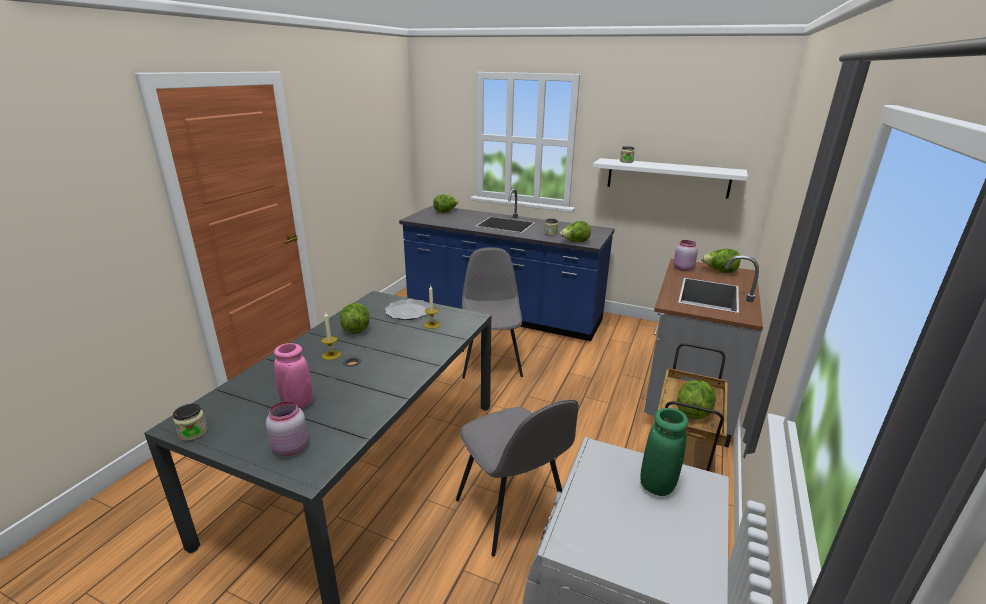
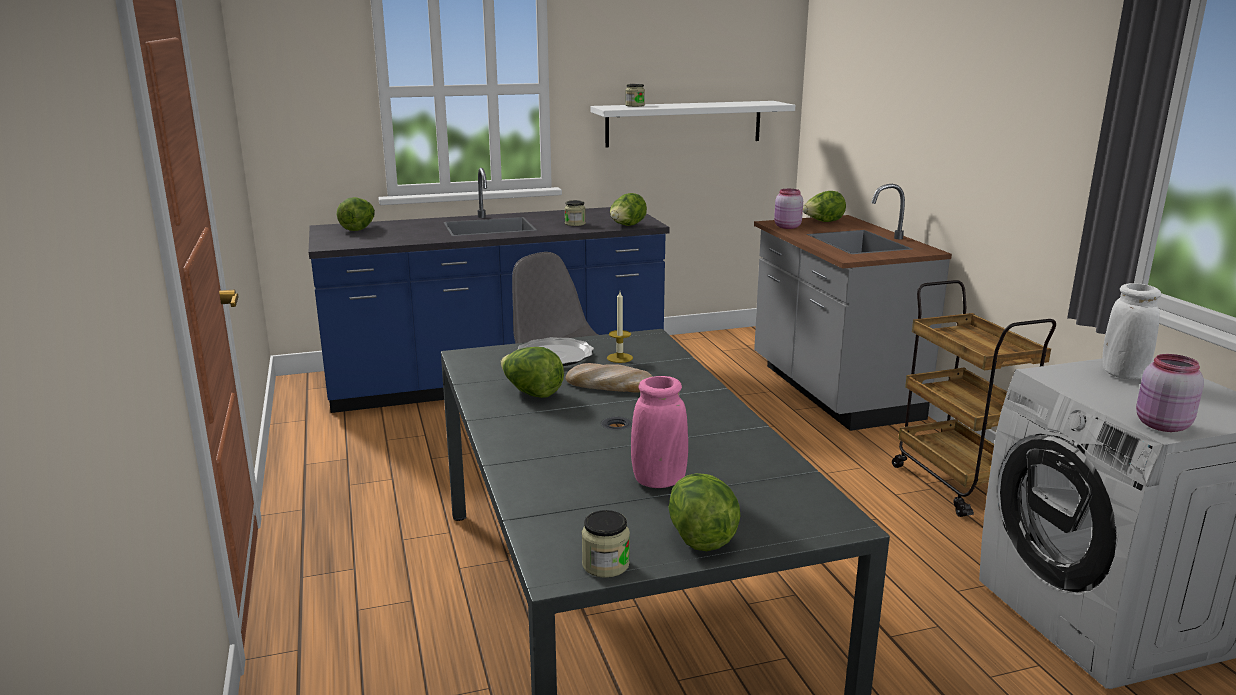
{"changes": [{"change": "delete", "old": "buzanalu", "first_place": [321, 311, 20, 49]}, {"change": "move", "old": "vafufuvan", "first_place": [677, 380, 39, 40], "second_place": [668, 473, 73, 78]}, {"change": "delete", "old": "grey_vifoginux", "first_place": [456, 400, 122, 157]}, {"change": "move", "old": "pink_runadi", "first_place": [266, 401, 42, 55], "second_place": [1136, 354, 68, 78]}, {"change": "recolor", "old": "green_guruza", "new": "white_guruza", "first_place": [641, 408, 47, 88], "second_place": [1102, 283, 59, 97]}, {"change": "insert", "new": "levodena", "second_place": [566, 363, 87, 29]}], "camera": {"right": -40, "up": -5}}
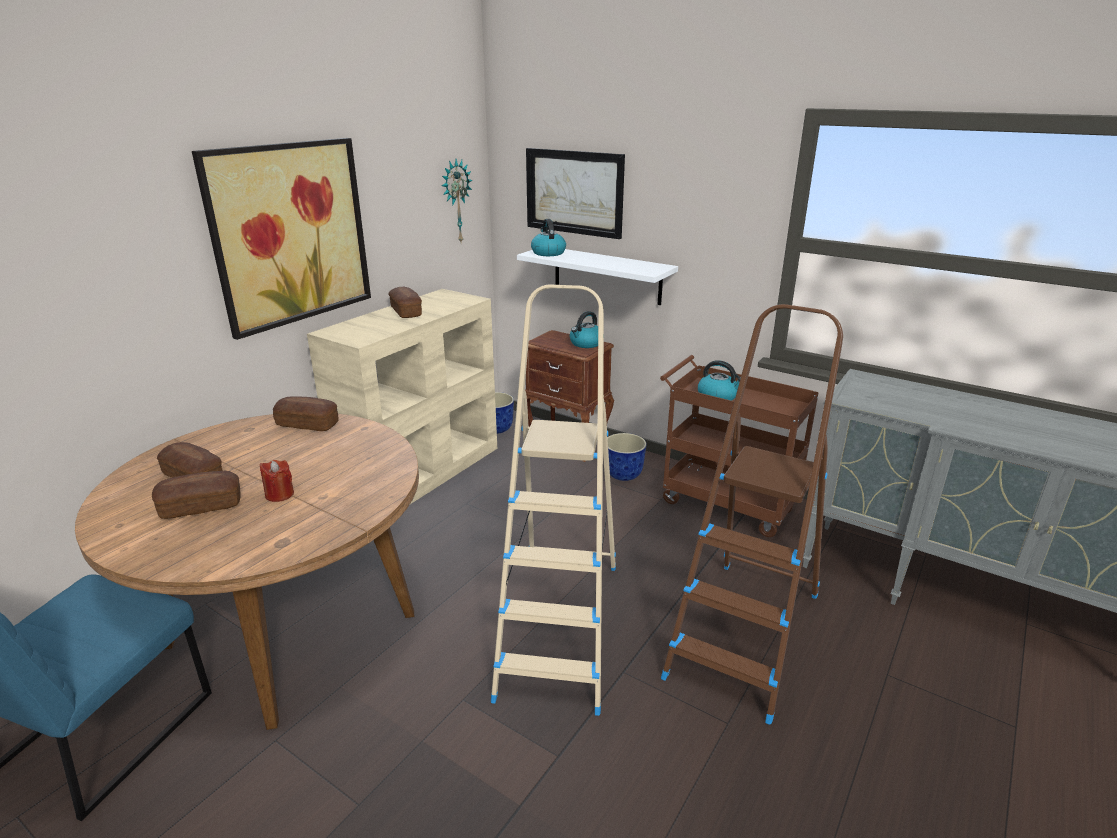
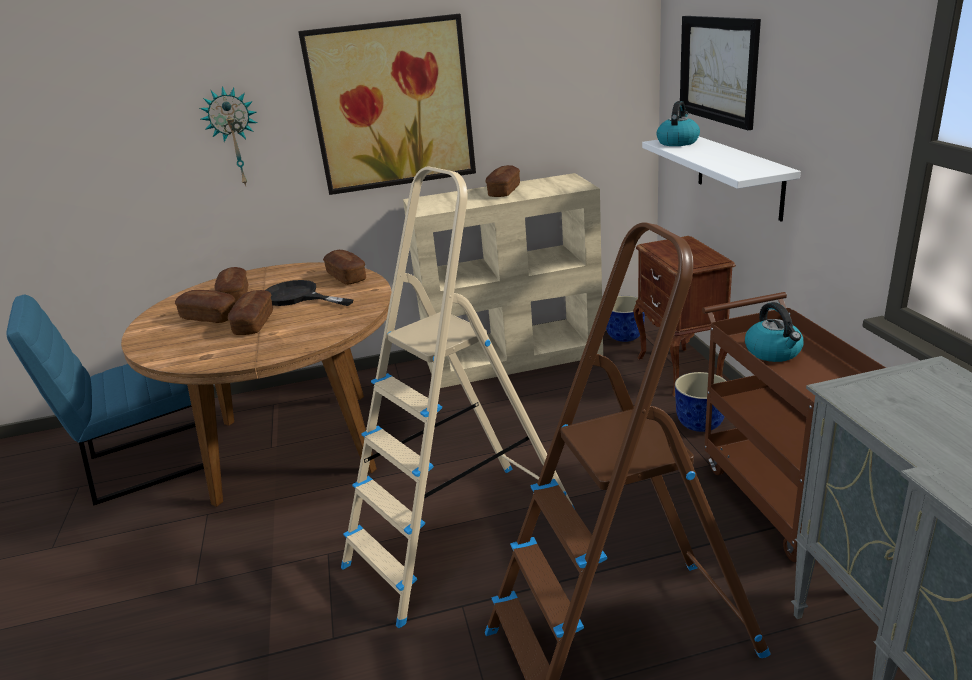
{"changes": [{"change": "move", "old": "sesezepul", "first_place": [442, 159, 31, 83], "second_place": [200, 87, 57, 99]}, {"change": "delete", "old": "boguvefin", "first_place": [570, 311, 28, 37]}, {"change": "replace", "old": "red_buzanalu", "new": "levodena", "first_place": [260, 460, 34, 42], "second_place": [228, 290, 45, 45]}, {"change": "insert", "new": "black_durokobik", "second_place": [266, 280, 88, 26]}], "camera": {"right": 45, "up": 0}}
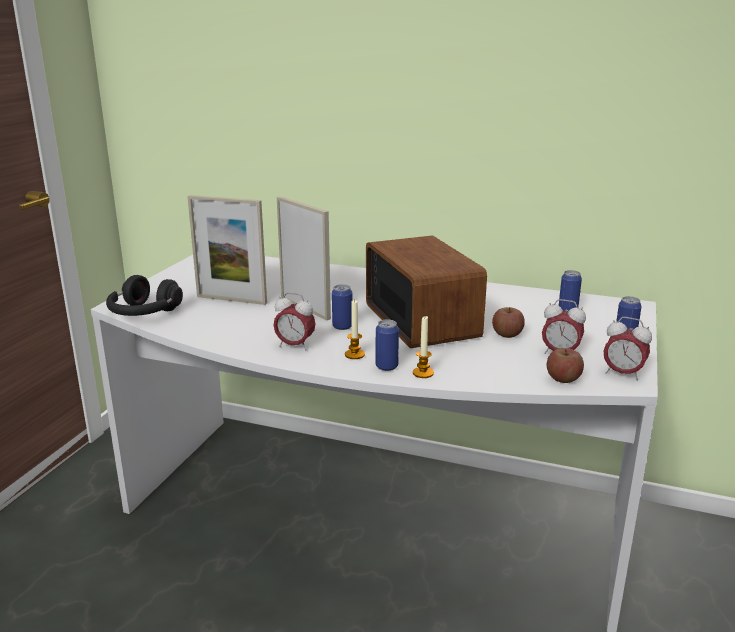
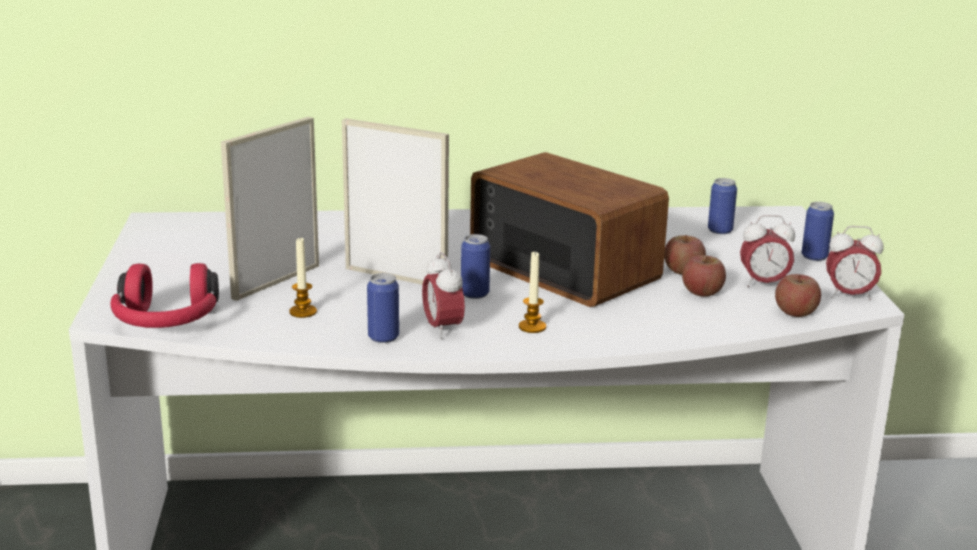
{"changes": [{"change": "rotate", "old": "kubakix", "first_place": [187, 195, 80, 110], "second_place": [221, 117, 98, 184], "degrees": 135}, {"change": "recolor", "old": "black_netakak", "new": "red_netakak", "first_place": [106, 275, 77, 41], "second_place": [110, 263, 109, 65]}, {"change": "rotate", "old": "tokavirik", "first_place": [273, 293, 43, 58], "second_place": [422, 252, 43, 87], "degrees": 75}, {"change": "move", "old": "buzanalu", "first_place": [413, 316, 21, 62], "second_place": [289, 238, 28, 80]}, {"change": "move", "old": "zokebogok", "first_place": [375, 319, 24, 52], "second_place": [367, 273, 32, 70]}, {"change": "insert", "new": "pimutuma", "second_place": [682, 255, 44, 42]}], "camera": {"right": -25, "up": 0}}
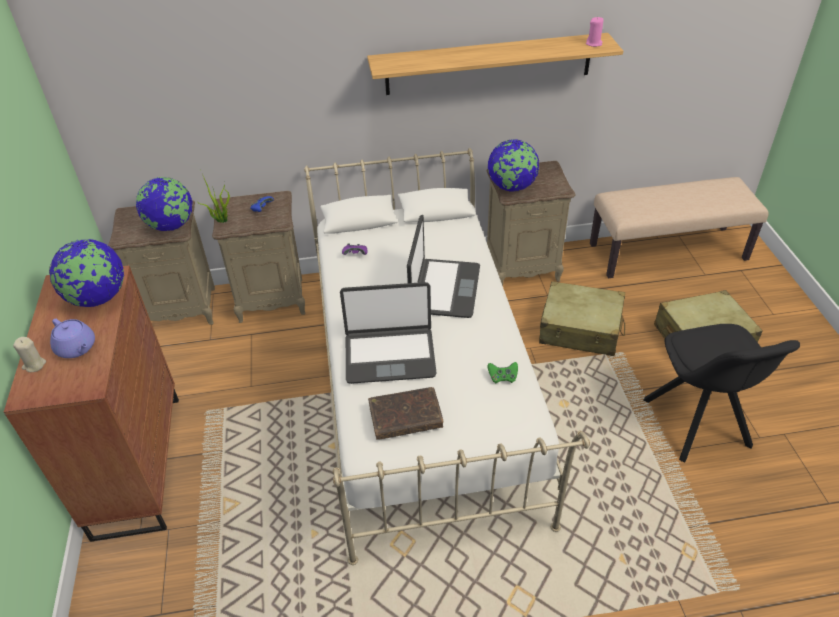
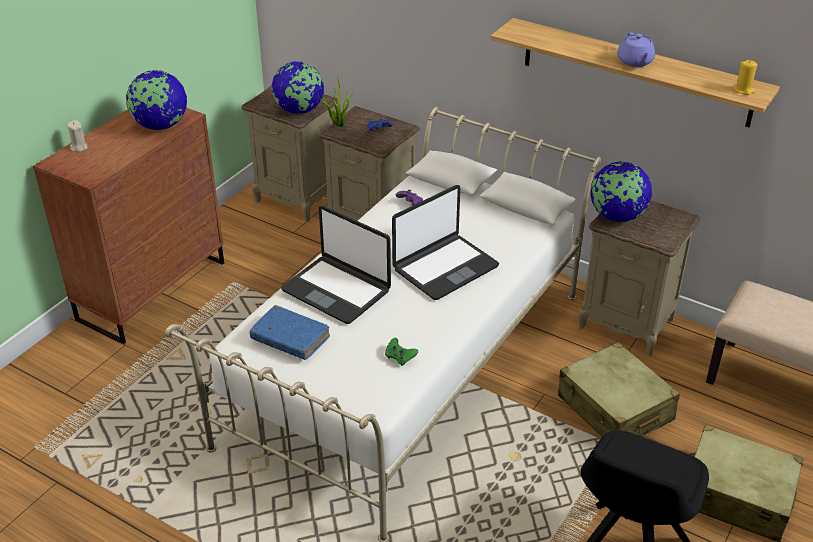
{"changes": [{"change": "recolor", "old": "pink_buzanalu", "new": "yellow_buzanalu", "first_place": [586, 17, 17, 30], "second_place": [733, 60, 25, 35]}, {"change": "move", "old": "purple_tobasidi", "first_place": [50, 319, 45, 39], "second_place": [617, 32, 38, 35]}, {"change": "recolor", "old": "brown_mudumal", "new": "blue_mudumal", "first_place": [368, 387, 75, 53], "second_place": [249, 305, 81, 55]}], "camera": {"right": 40, "up": -5}}
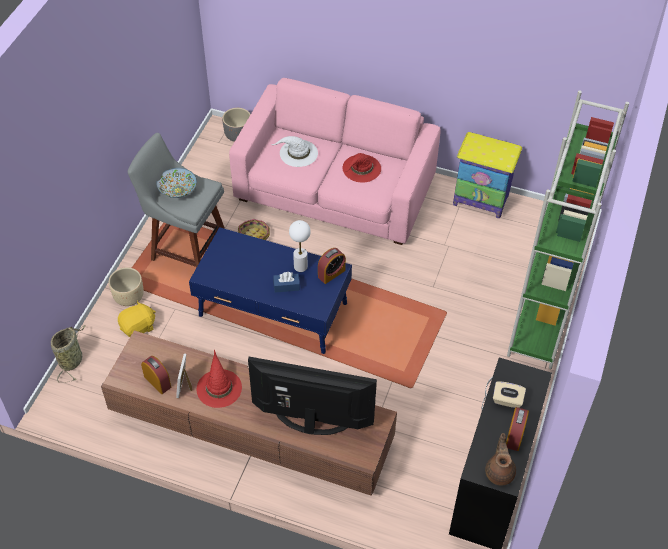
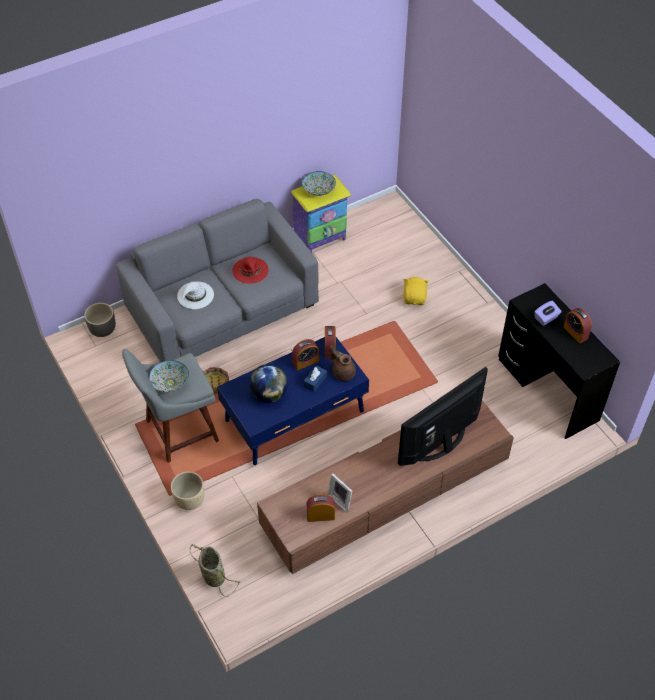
{"changes": [{"change": "recolor", "old": "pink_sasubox", "new": "grey_sasubox", "first_place": [229, 78, 211, 167], "second_place": [116, 199, 203, 163]}, {"change": "delete", "old": "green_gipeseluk", "first_place": [507, 90, 122, 279]}, {"change": "replace", "old": "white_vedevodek", "new": "tokavirik", "first_place": [289, 220, 22, 52], "second_place": [292, 339, 27, 31]}, {"change": "move", "old": "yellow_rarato", "first_place": [118, 300, 38, 37], "second_place": [403, 277, 26, 28]}, {"change": "delete", "old": "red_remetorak", "first_place": [197, 349, 45, 59]}, {"change": "recolor", "old": "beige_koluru", "new": "purple_koluru", "first_place": [493, 382, 33, 26], "second_place": [534, 301, 27, 25]}, {"change": "move", "old": "brown_tobasidi", "first_place": [485, 433, 31, 53], "second_place": [330, 345, 26, 36]}, {"change": "insert", "new": "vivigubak", "second_place": [302, 171, 34, 25]}, {"change": "insert", "new": "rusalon", "second_place": [249, 364, 39, 39]}], "camera": {"right": -50, "up": 0}}
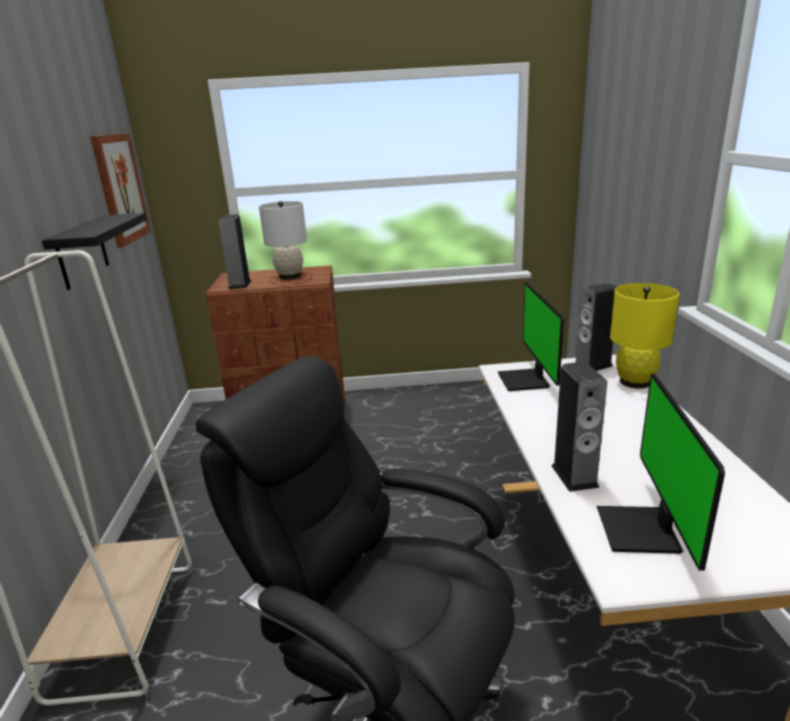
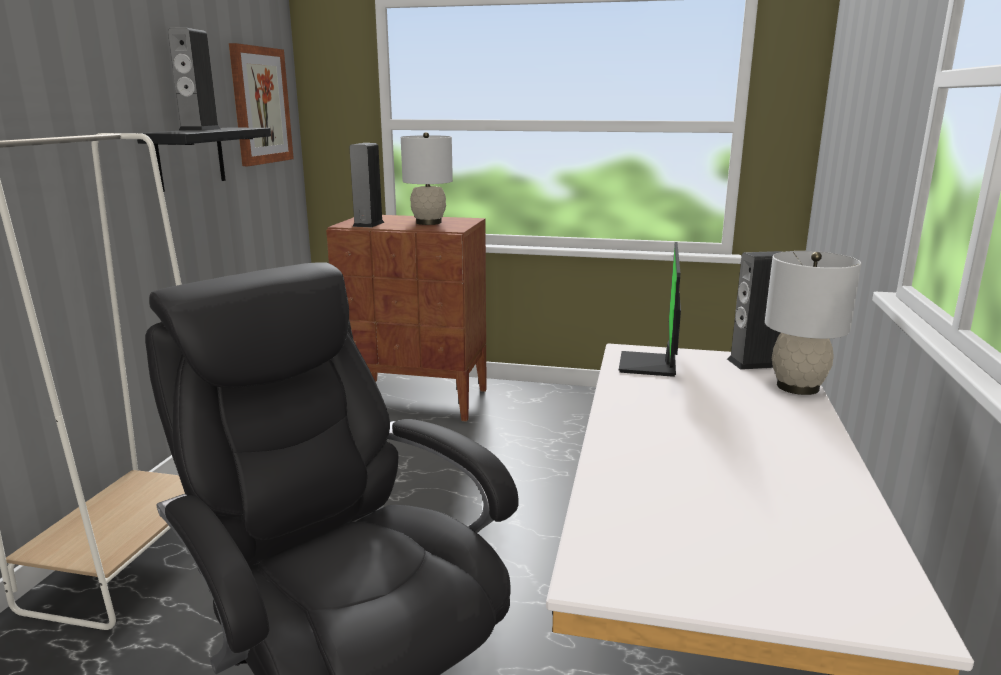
{"changes": [{"change": "recolor", "old": "yellow_vedevodek", "new": "white_vedevodek", "first_place": [610, 283, 70, 106], "second_place": [765, 251, 96, 144]}, {"change": "move", "old": "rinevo", "first_place": [551, 362, 56, 130], "second_place": [168, 27, 52, 104]}, {"change": "delete", "old": "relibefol", "first_place": [597, 373, 128, 198]}], "camera": {"right": 15, "up": -5}}
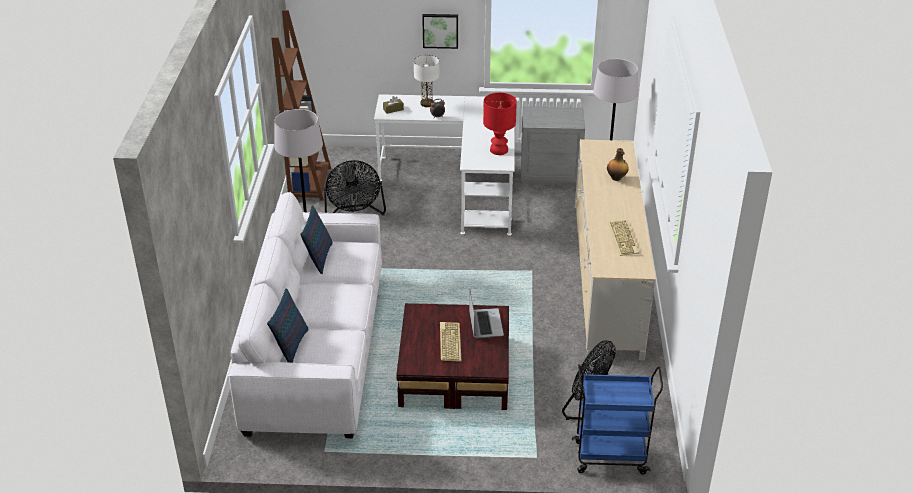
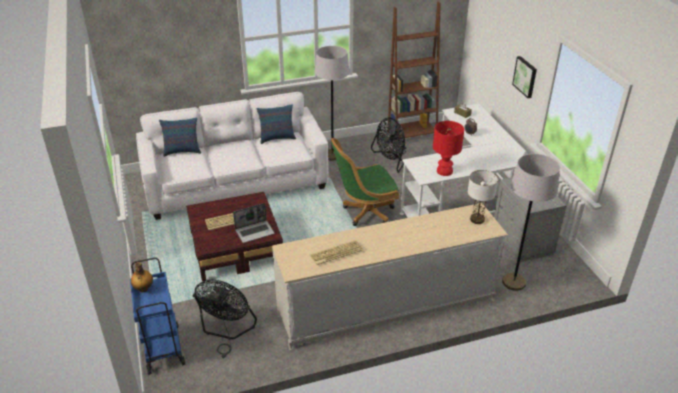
{"changes": [{"change": "move", "old": "vedevodek", "first_place": [414, 55, 26, 52], "second_place": [468, 170, 30, 54]}, {"change": "move", "old": "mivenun", "first_place": [607, 148, 22, 33], "second_place": [131, 262, 22, 30]}, {"change": "insert", "new": "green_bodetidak", "second_place": [331, 138, 68, 88]}], "camera": {"right": 70, "up": 0}}
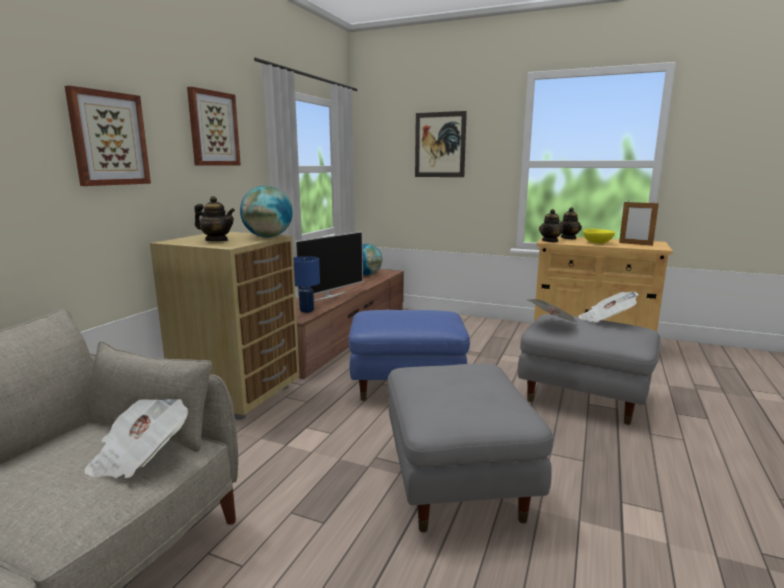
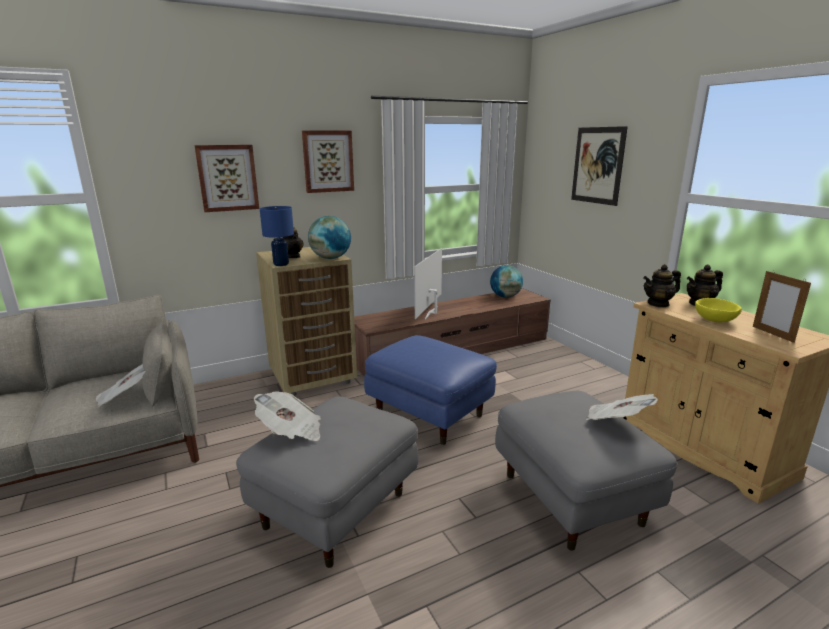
{"changes": [{"change": "rotate", "old": "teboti", "first_place": [295, 231, 68, 70], "second_place": [414, 248, 28, 71], "degrees": 120}, {"change": "move", "old": "blue_vedevodek", "first_place": [293, 256, 27, 57], "second_place": [260, 206, 34, 60]}, {"change": "move", "old": "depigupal", "first_place": [527, 299, 50, 23], "second_place": [254, 392, 67, 49]}], "camera": {"right": 40, "up": 5}}
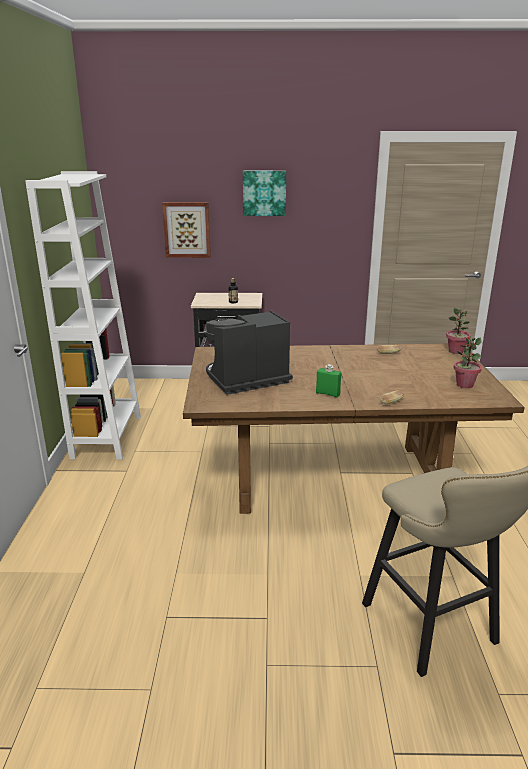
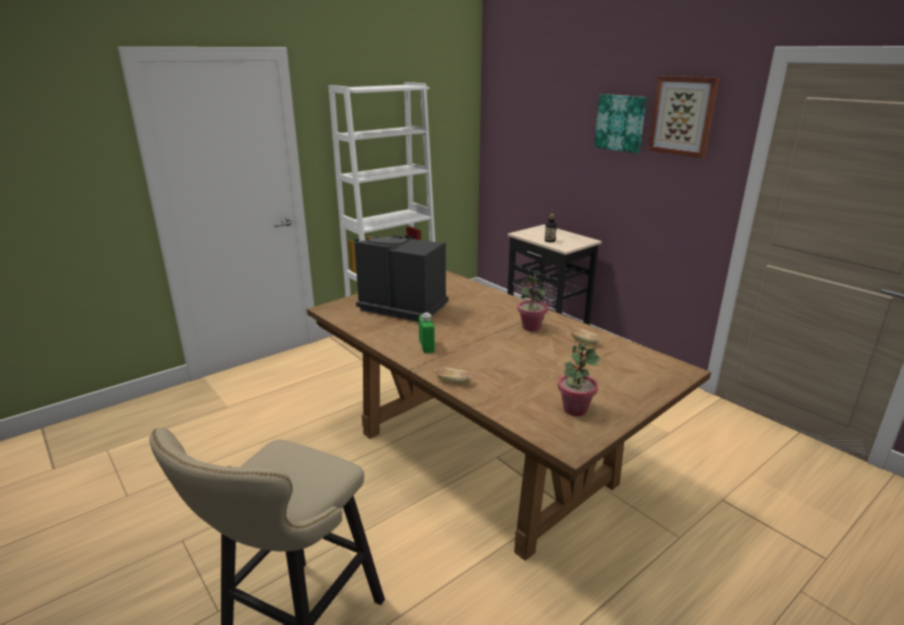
{"changes": [{"change": "move", "old": "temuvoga", "first_place": [162, 202, 49, 56], "second_place": [648, 76, 72, 82]}, {"change": "move", "old": "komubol", "first_place": [446, 308, 25, 46], "second_place": [517, 272, 31, 59]}], "camera": {"right": 50, "up": 0}}
